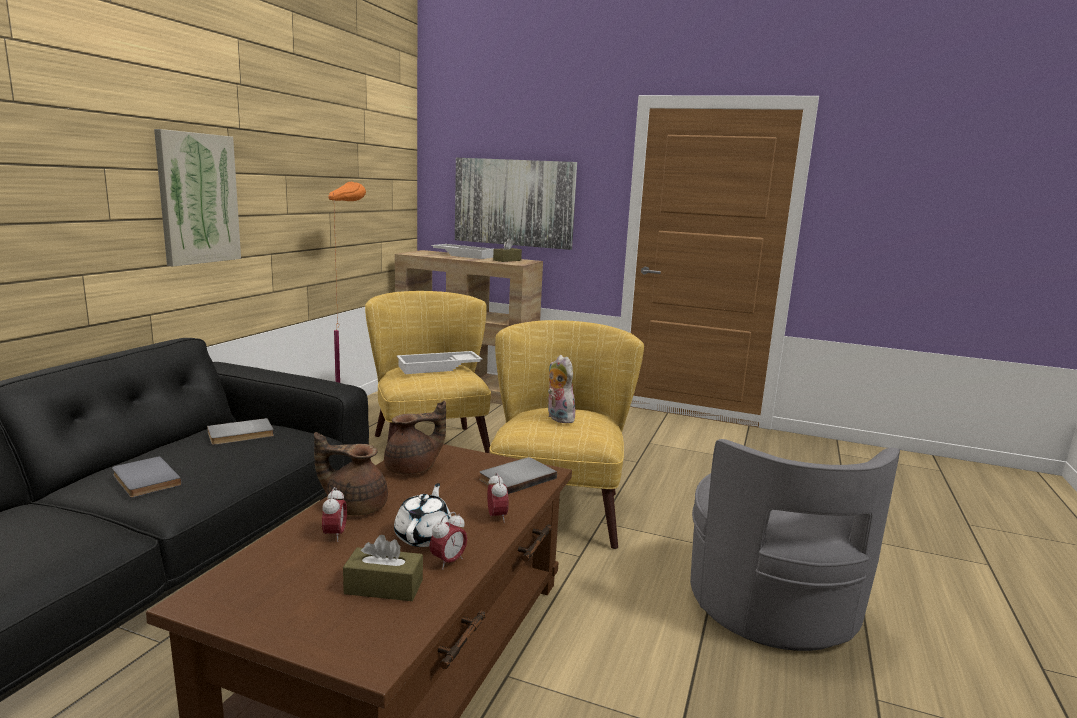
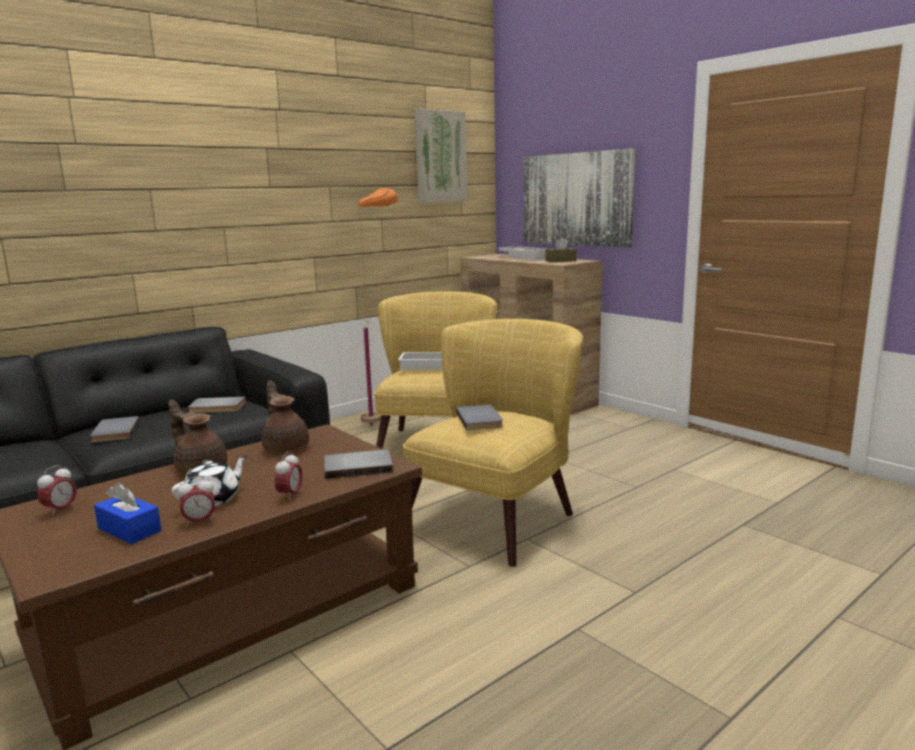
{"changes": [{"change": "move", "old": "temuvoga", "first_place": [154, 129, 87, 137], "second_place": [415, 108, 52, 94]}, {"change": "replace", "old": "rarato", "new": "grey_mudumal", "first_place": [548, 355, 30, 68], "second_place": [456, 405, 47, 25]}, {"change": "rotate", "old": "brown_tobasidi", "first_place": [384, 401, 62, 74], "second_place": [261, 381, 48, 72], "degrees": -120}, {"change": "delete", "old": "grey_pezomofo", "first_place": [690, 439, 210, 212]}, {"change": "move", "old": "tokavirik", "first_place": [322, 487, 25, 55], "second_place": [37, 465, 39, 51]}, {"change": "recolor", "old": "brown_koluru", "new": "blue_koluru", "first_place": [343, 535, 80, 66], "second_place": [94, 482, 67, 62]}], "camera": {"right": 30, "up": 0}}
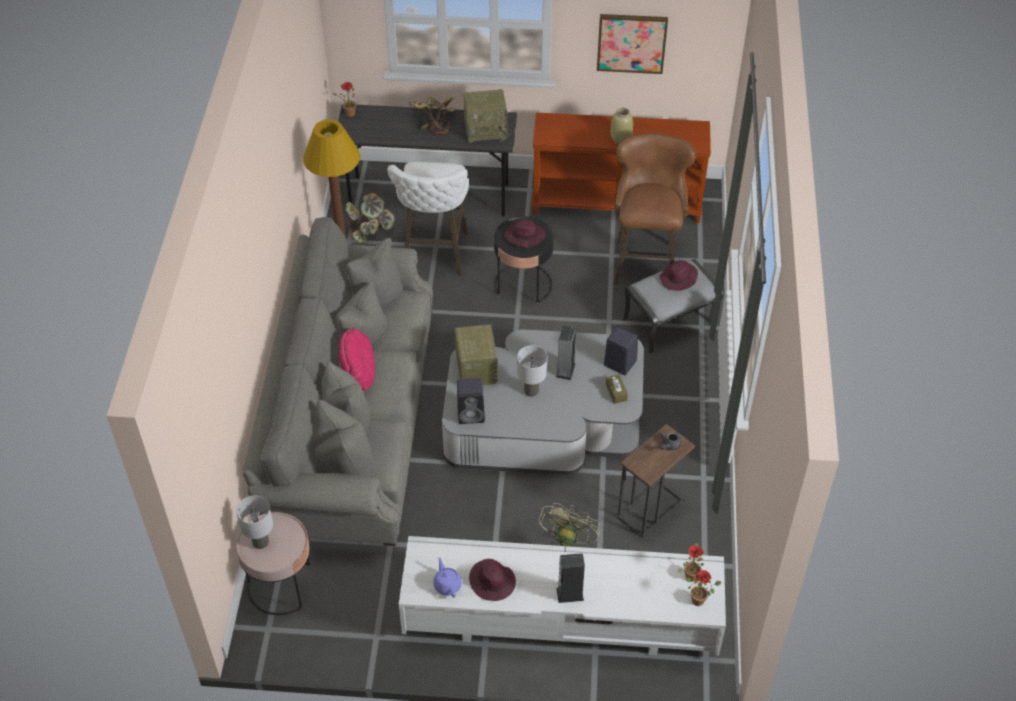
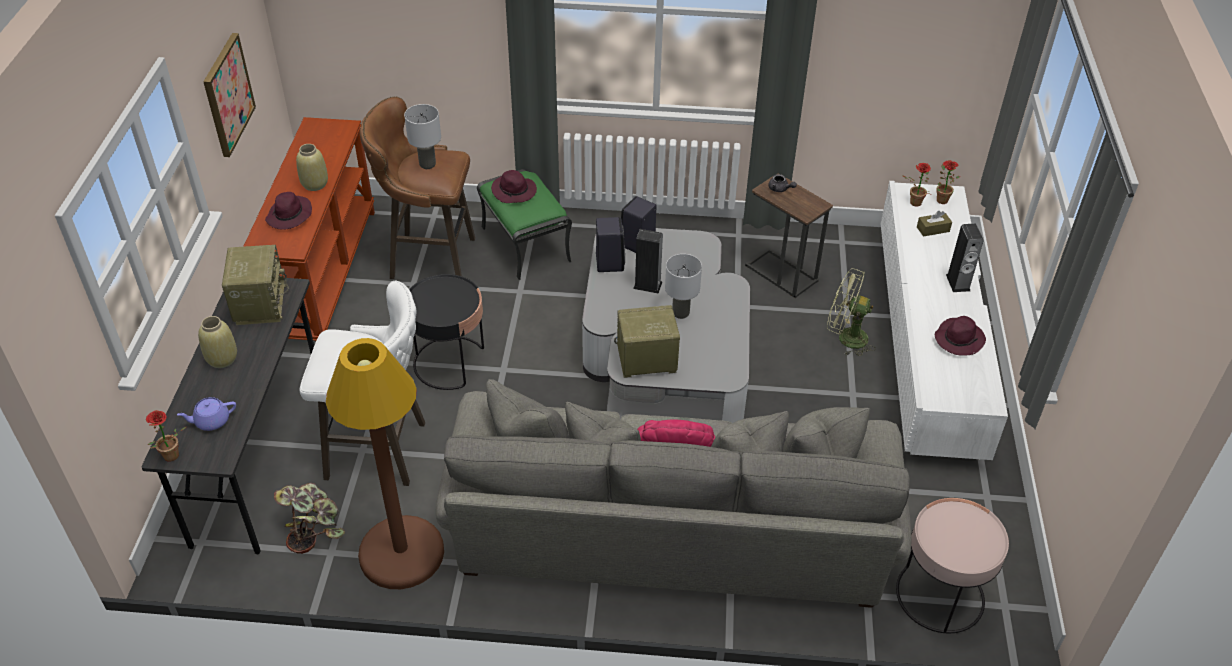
{"changes": [{"change": "replace", "old": "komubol", "new": "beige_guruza", "first_place": [409, 97, 47, 38], "second_place": [198, 316, 39, 52]}, {"change": "move", "old": "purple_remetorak", "first_place": [505, 219, 40, 29], "second_place": [265, 192, 47, 37]}, {"change": "recolor", "old": "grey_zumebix", "new": "green_zumebix", "first_place": [623, 259, 100, 95], "second_place": [477, 169, 95, 111]}, {"change": "move", "old": "brown_koluru", "first_place": [606, 374, 22, 30], "second_place": [917, 211, 35, 26]}, {"change": "move", "old": "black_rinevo", "first_place": [457, 378, 28, 46], "second_place": [596, 217, 29, 55]}, {"change": "move", "old": "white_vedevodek", "first_place": [236, 496, 37, 53], "second_place": [404, 104, 37, 65]}, {"change": "move", "old": "purple_tobasidi", "first_place": [433, 557, 29, 40], "second_place": [177, 397, 59, 34]}], "camera": {"right": -90, "up": -5}}
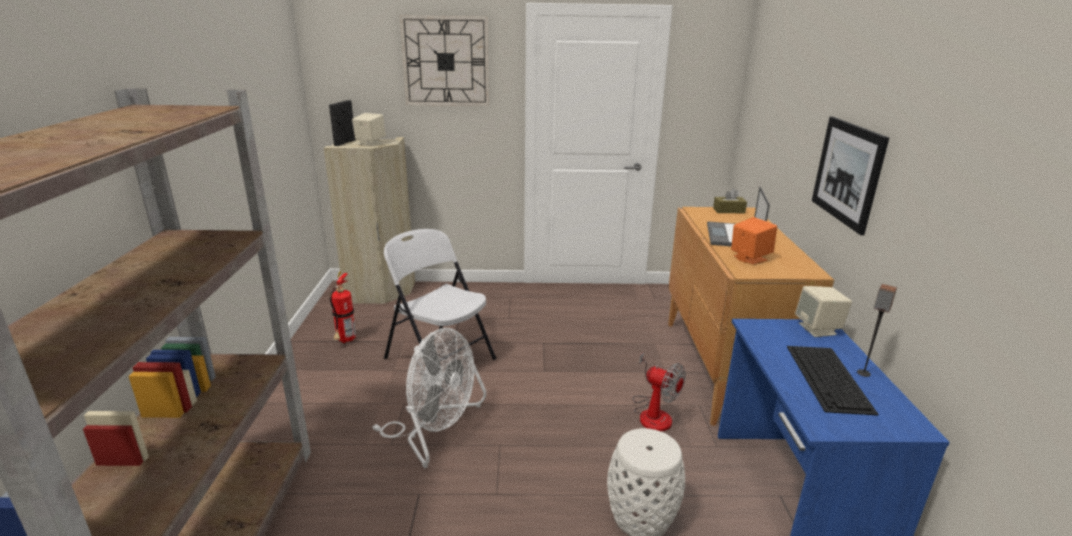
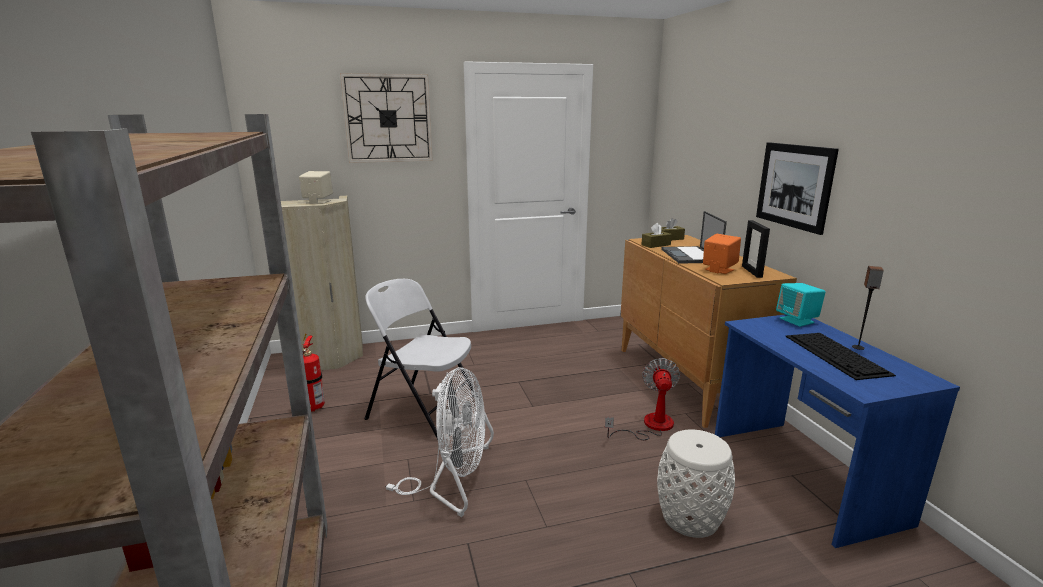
{"changes": [{"change": "move", "old": "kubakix", "first_place": [329, 100, 27, 46], "second_place": [742, 220, 28, 58]}, {"change": "recolor", "old": "beige_rinevo", "new": "turquoise_rinevo", "first_place": [795, 286, 57, 51], "second_place": [776, 283, 50, 44]}, {"change": "rotate", "old": "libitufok", "first_place": [633, 352, 53, 79], "second_place": [605, 358, 75, 82], "degrees": -105}, {"change": "insert", "new": "brown_koluru", "second_place": [641, 223, 31, 25]}], "camera": {"right": -15, "up": -5}}
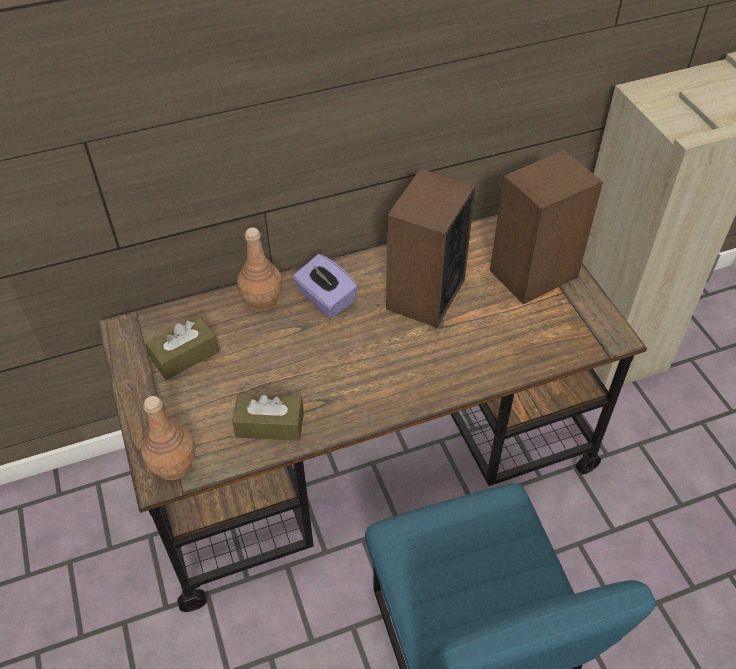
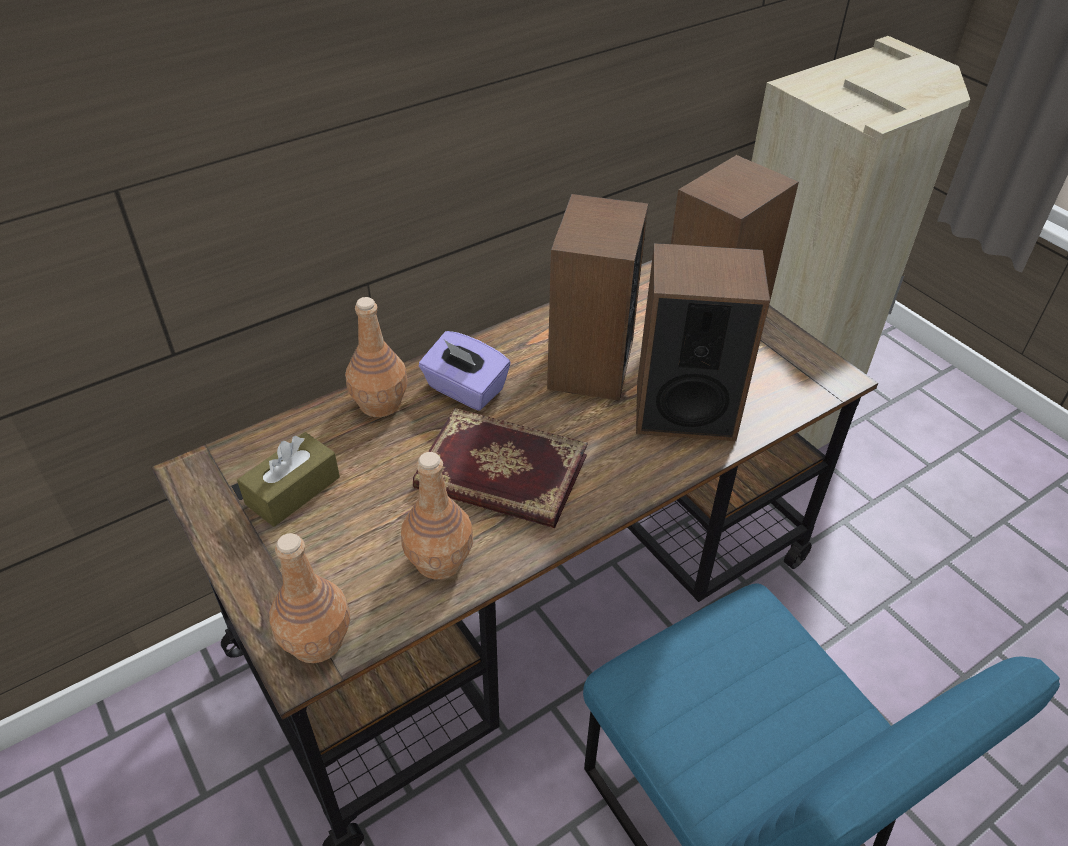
{"changes": [{"change": "replace", "old": "brown_koluru", "new": "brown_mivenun", "first_place": [232, 394, 72, 47], "second_place": [401, 452, 72, 127]}, {"change": "insert", "new": "rinevo", "second_place": [636, 243, 134, 198]}, {"change": "insert", "new": "mudumal", "second_place": [413, 408, 175, 120]}], "camera": {"right": -15, "up": -5}}
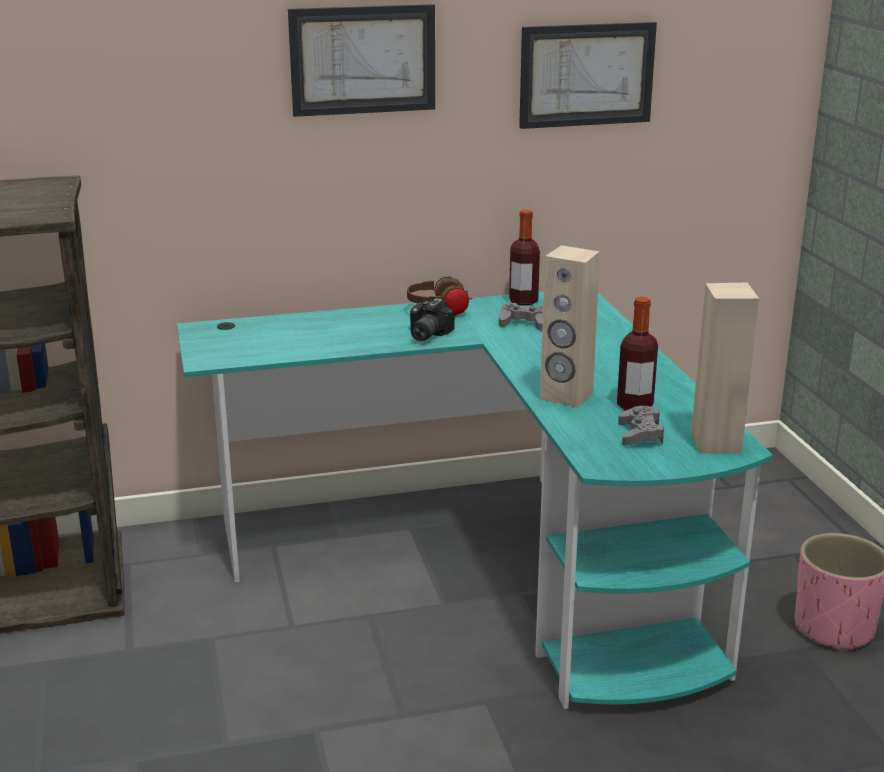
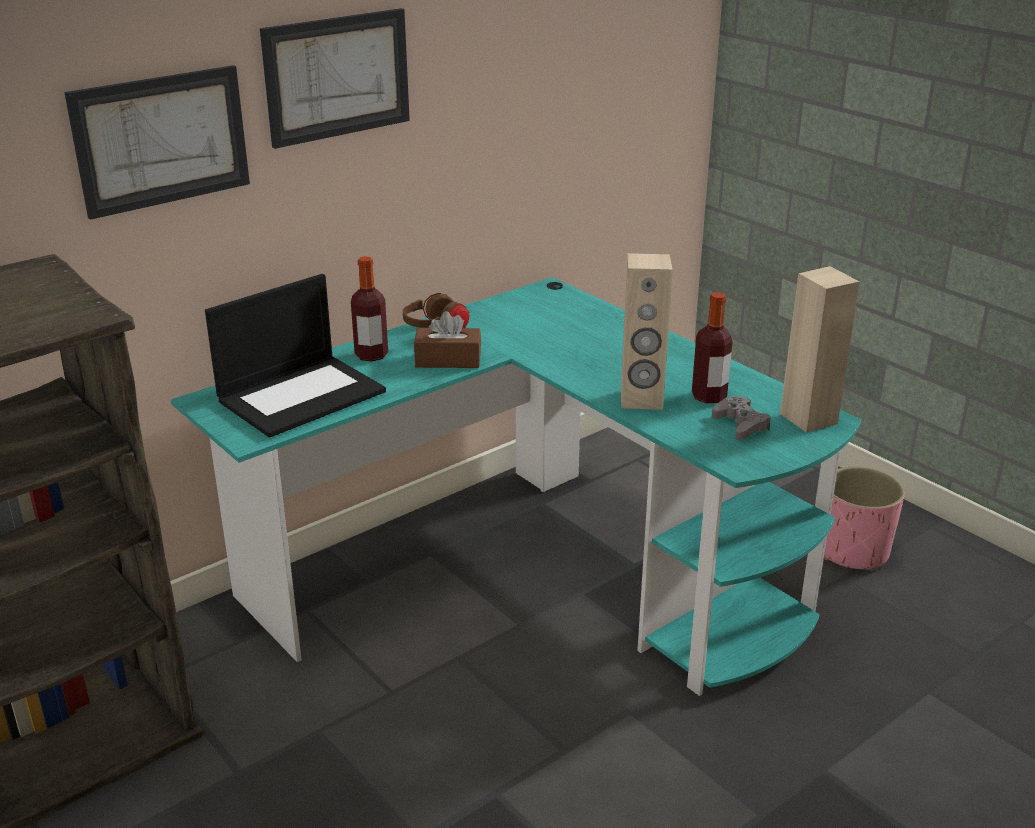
{"changes": [{"change": "move", "old": "temuvoga", "first_place": [519, 22, 138, 107], "second_place": [64, 65, 186, 155]}, {"change": "move", "old": "mivenun", "first_place": [509, 210, 31, 96], "second_place": [351, 256, 37, 106]}, {"change": "replace", "old": "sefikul", "new": "brown_koluru", "first_place": [410, 298, 45, 43], "second_place": [414, 311, 67, 57]}, {"change": "delete", "old": "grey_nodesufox", "first_place": [499, 303, 44, 28]}, {"change": "insert", "new": "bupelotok", "second_place": [205, 274, 181, 164]}], "camera": {"right": -25, "up": 5}}
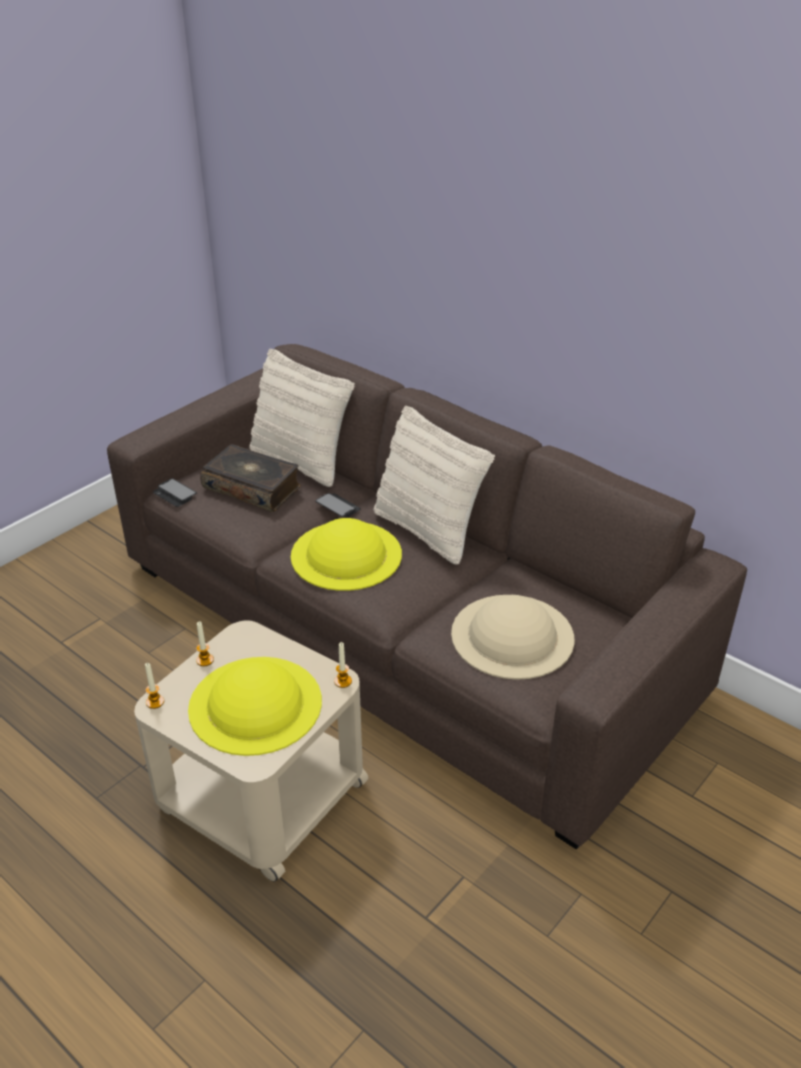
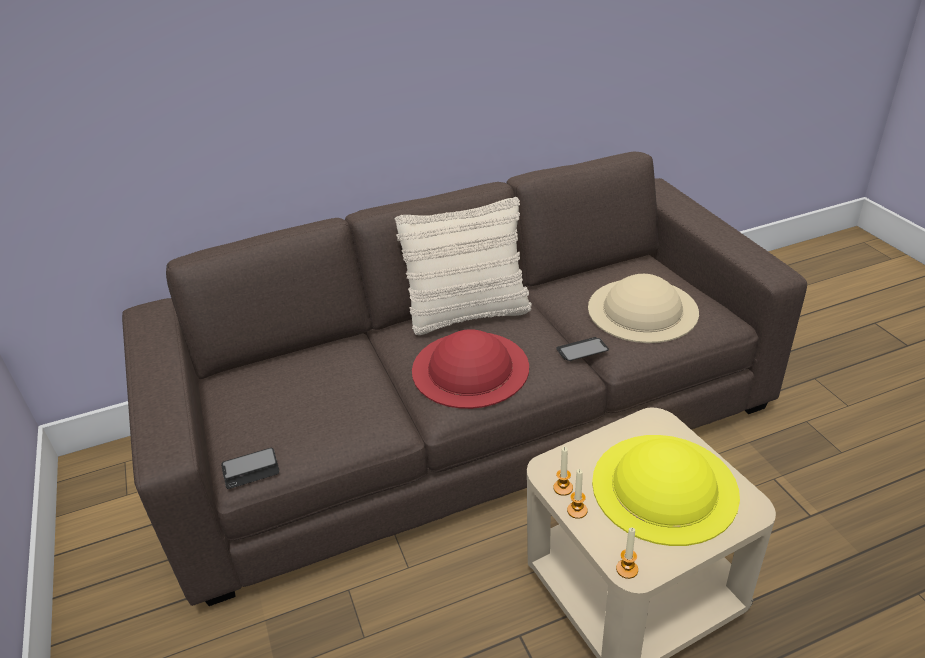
{"changes": [{"change": "delete", "old": "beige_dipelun", "first_place": [249, 349, 106, 138]}, {"change": "delete", "old": "mudumal", "first_place": [200, 444, 101, 68]}, {"change": "move", "old": "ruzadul", "first_place": [315, 493, 46, 24], "second_place": [556, 337, 53, 24]}, {"change": "recolor", "old": "yellow_remetorak", "new": "red_remetorak", "first_place": [291, 518, 111, 73], "second_place": [412, 329, 117, 80]}, {"change": "move", "old": "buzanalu", "first_place": [334, 642, 18, 46], "second_place": [553, 447, 20, 49]}], "camera": {"right": -60, "up": 0}}
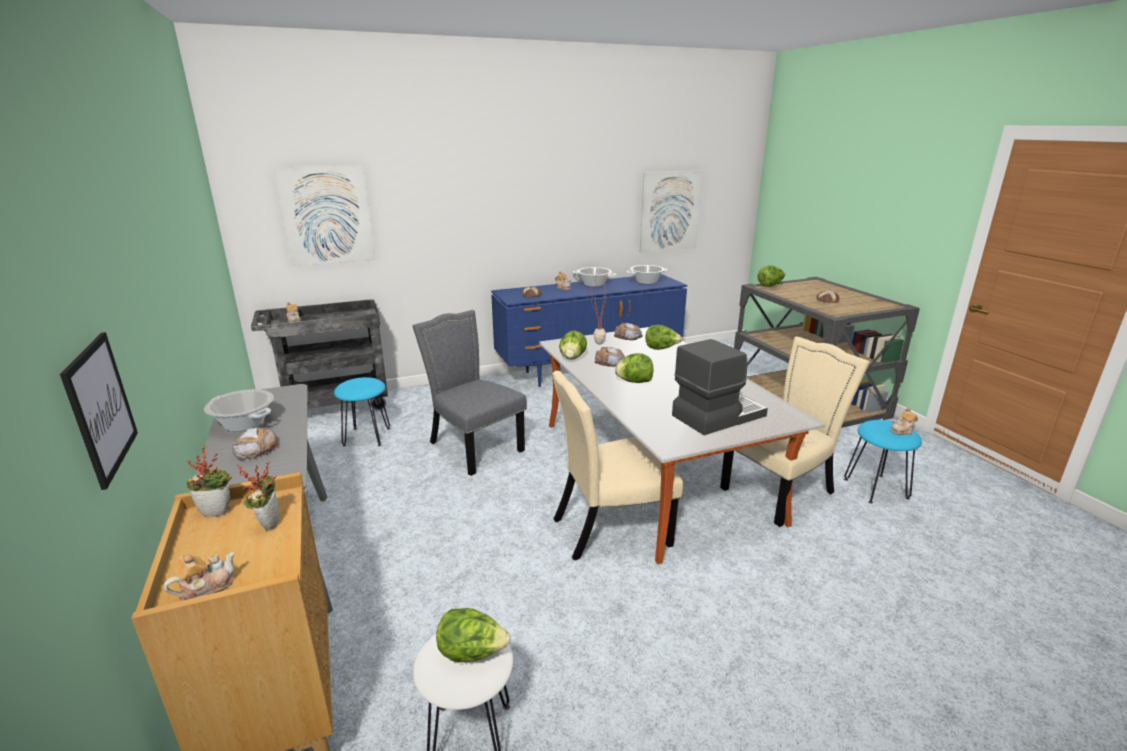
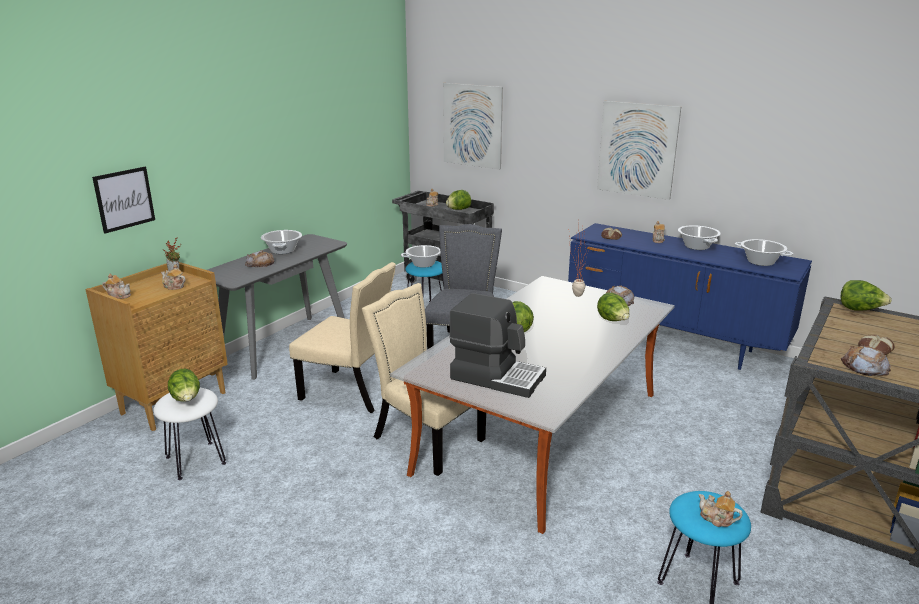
{"changes": [{"change": "move", "old": "temuvoga", "first_place": [640, 170, 63, 82], "second_place": [597, 101, 84, 99]}, {"change": "move", "old": "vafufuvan", "first_place": [559, 330, 28, 30], "second_place": [446, 190, 25, 20]}, {"change": "move", "old": "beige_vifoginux", "first_place": [720, 336, 150, 191], "second_place": [289, 262, 107, 151]}, {"change": "move", "old": "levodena", "first_place": [595, 347, 30, 20], "second_place": [841, 345, 50, 31]}, {"change": "replace", "old": "komubol", "new": "tobasidi", "first_place": [237, 462, 42, 69], "second_place": [161, 264, 25, 26]}, {"change": "insert", "new": "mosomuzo", "second_place": [401, 245, 40, 23]}], "camera": {"right": 55, "up": 0}}
